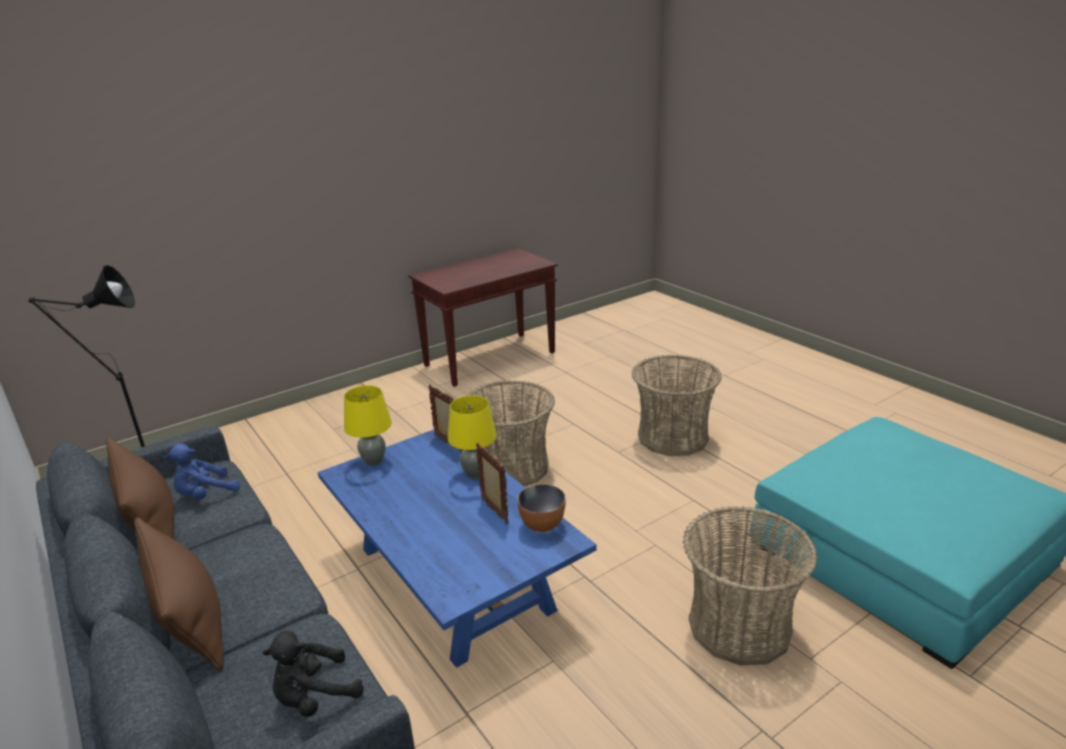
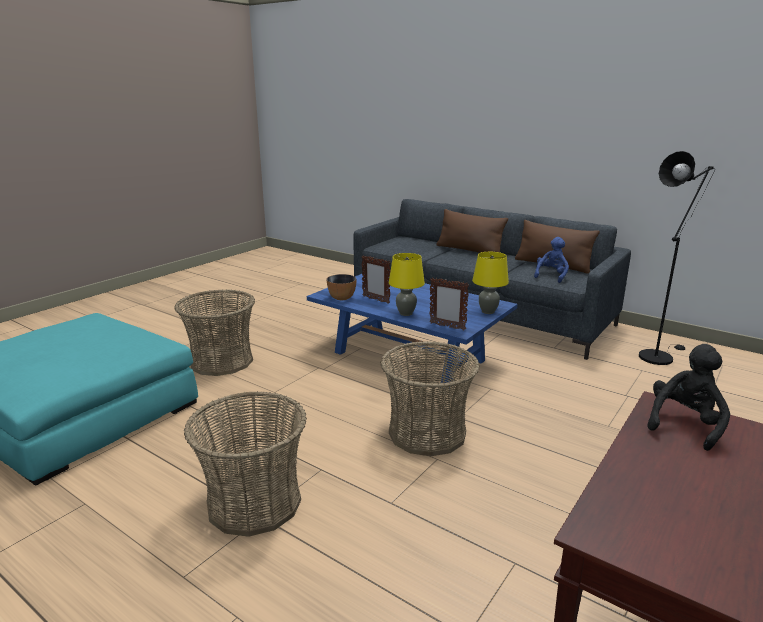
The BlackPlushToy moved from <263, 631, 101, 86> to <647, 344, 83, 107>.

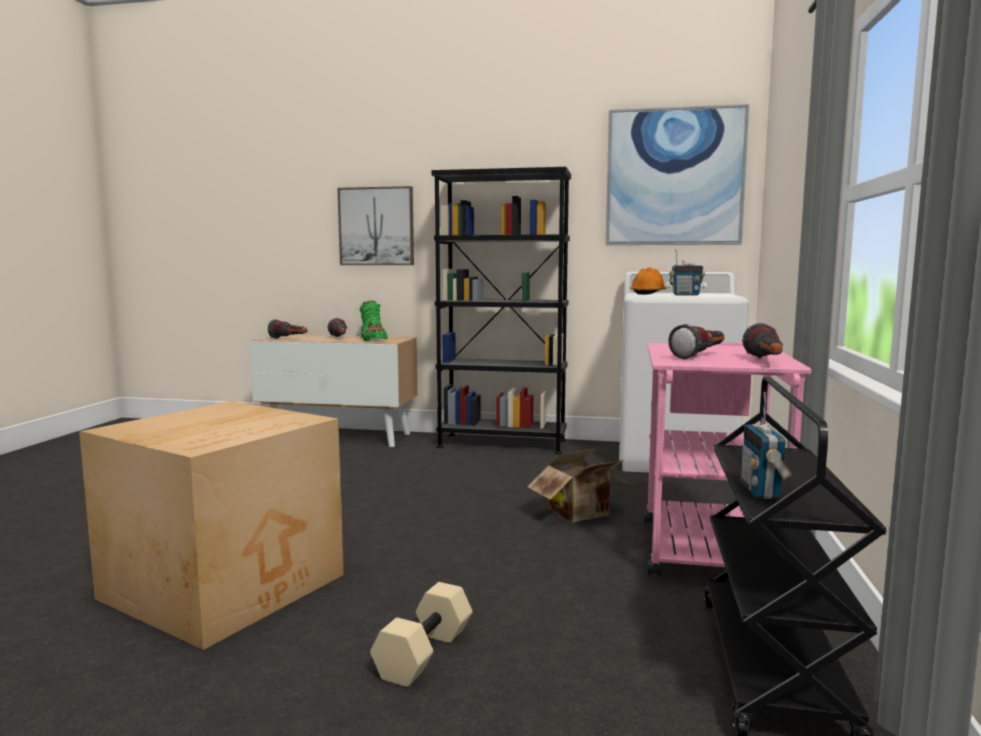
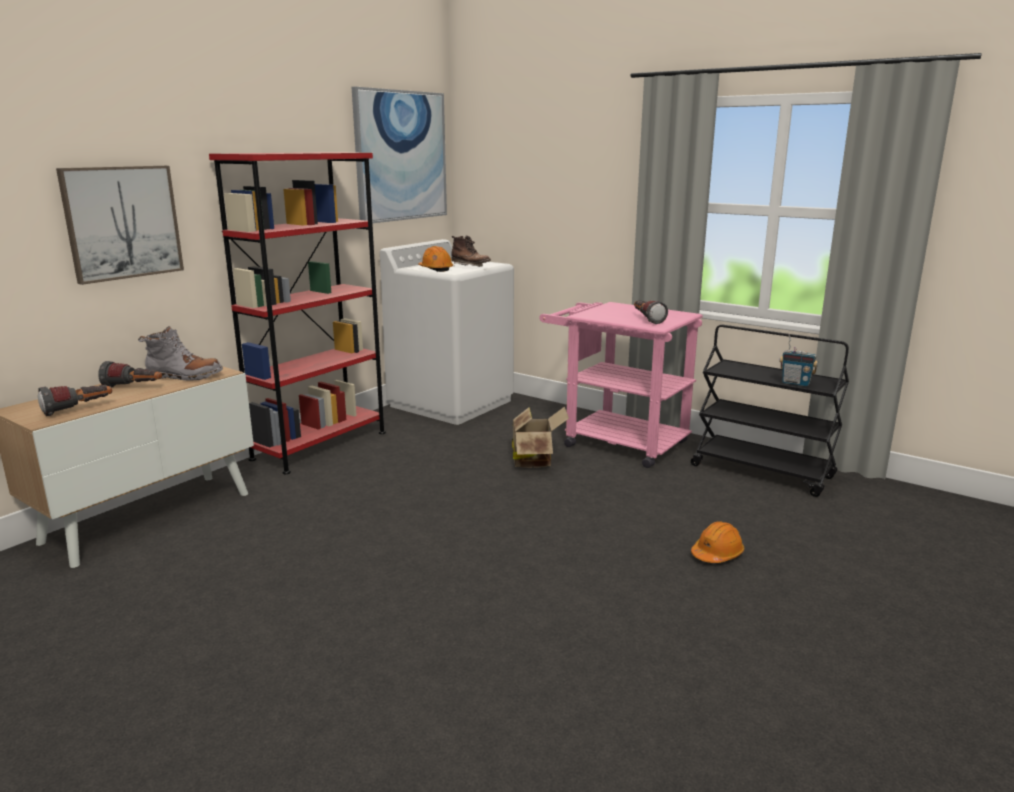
The GreenTallBoot at <360, 300, 28, 42> became the GreyishTallBoot at <138, 326, 85, 55>. The BlackShelvingUnit at <432, 167, 139, 287> became the RedColouredShelvingUnit at <209, 152, 177, 322>. The Radio at <670, 249, 35, 46> was replaced by the BrownColouredTallBoot at <451, 236, 40, 31>. The BeigeFreeWeight at <370, 582, 102, 105> was replaced by the OrangeHardHat at <691, 521, 53, 42>. The CardboardBox at <79, 401, 265, 249> disappeared. The Flashlight at <742, 323, 41, 35> disappeared.

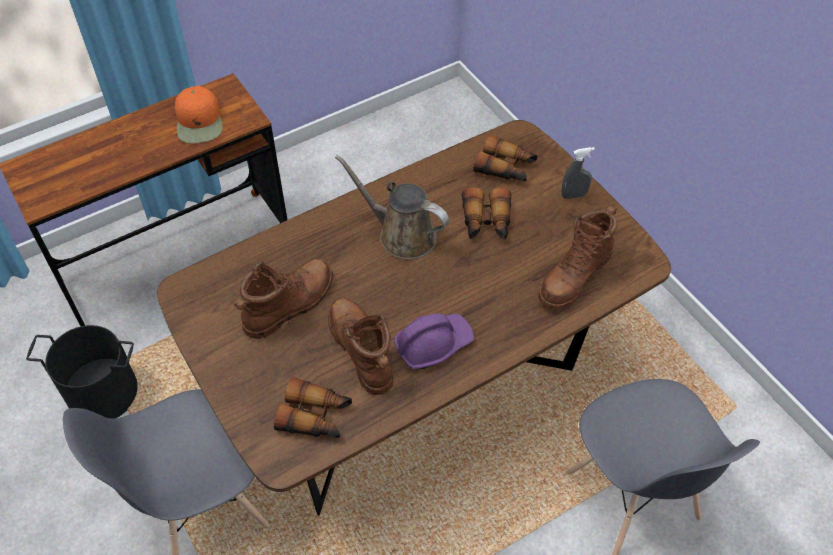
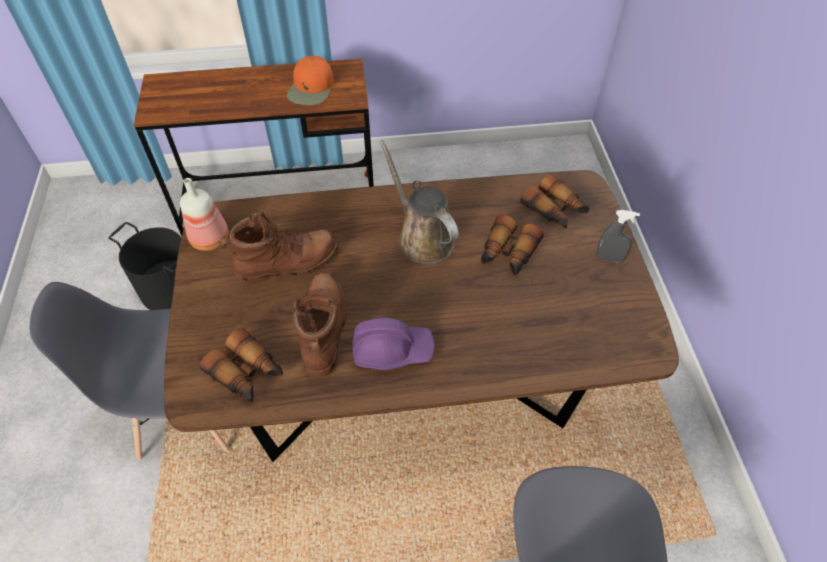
The DrinkBottle at <180, 178, 49, 73> appeared. The BrownColouredTallBoot at <538, 206, 79, 103> disappeared.

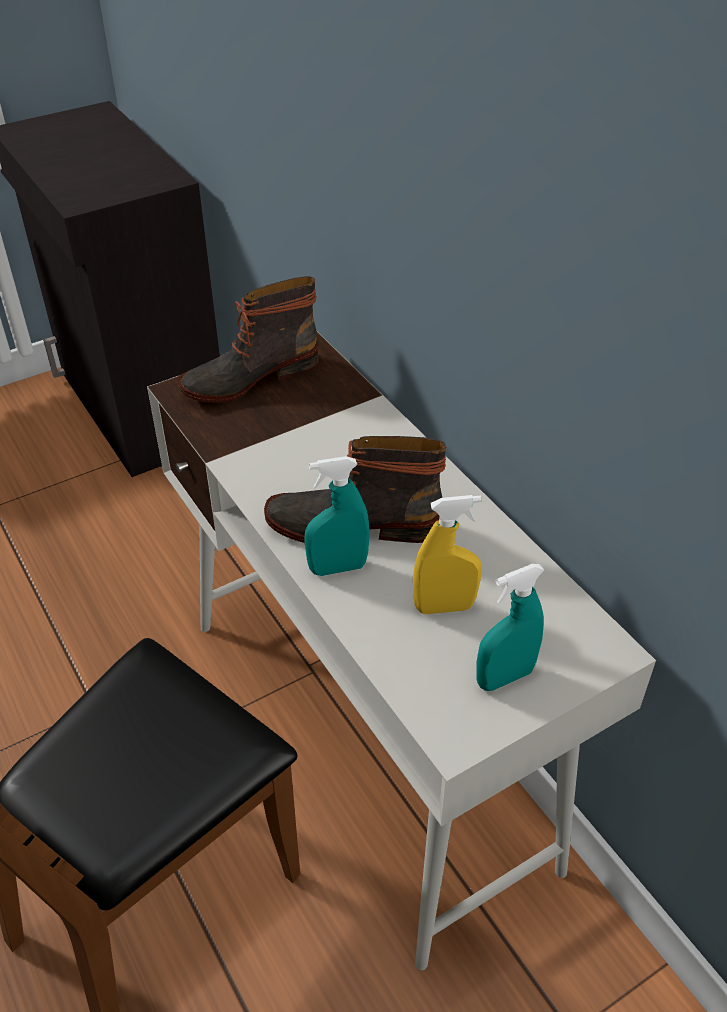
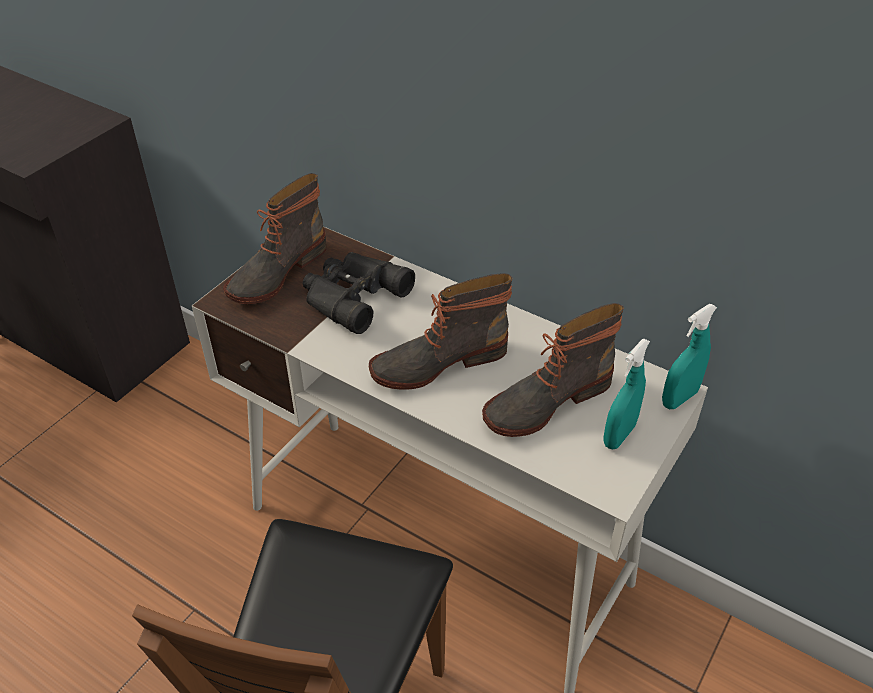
The BlackFieldGlasses at <303, 252, 112, 82> appeared. The YellowColouredHandSprayer at <413, 495, 69, 119> was replaced by the TallBoot at <482, 303, 142, 134>. The TurquoiseColouredHandSprayer moved from <304, 456, 66, 120> to <662, 304, 55, 105>.

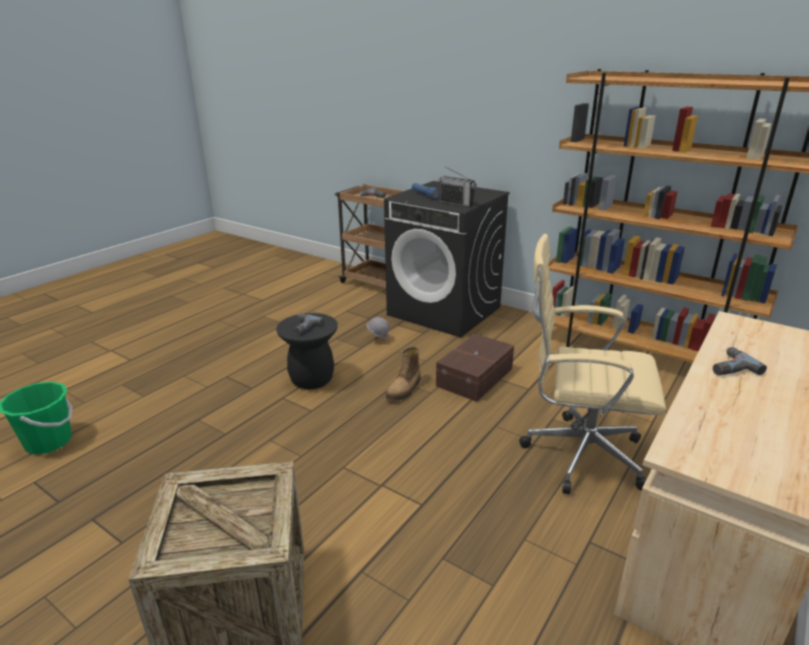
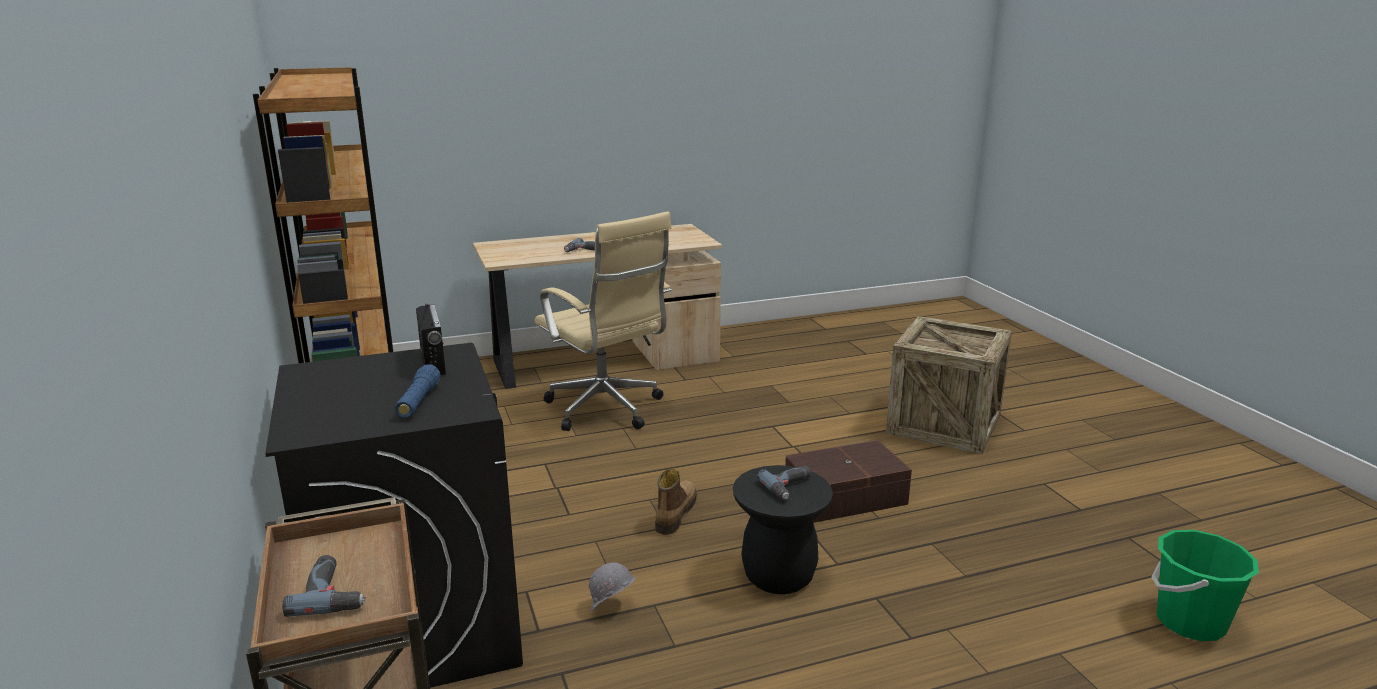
The TallBoot at <386, 347, 35, 54> turned 45 degrees counterclockwise. The BrownColouredStorageBin moved from <436, 333, 78, 69> to <785, 440, 127, 83>.

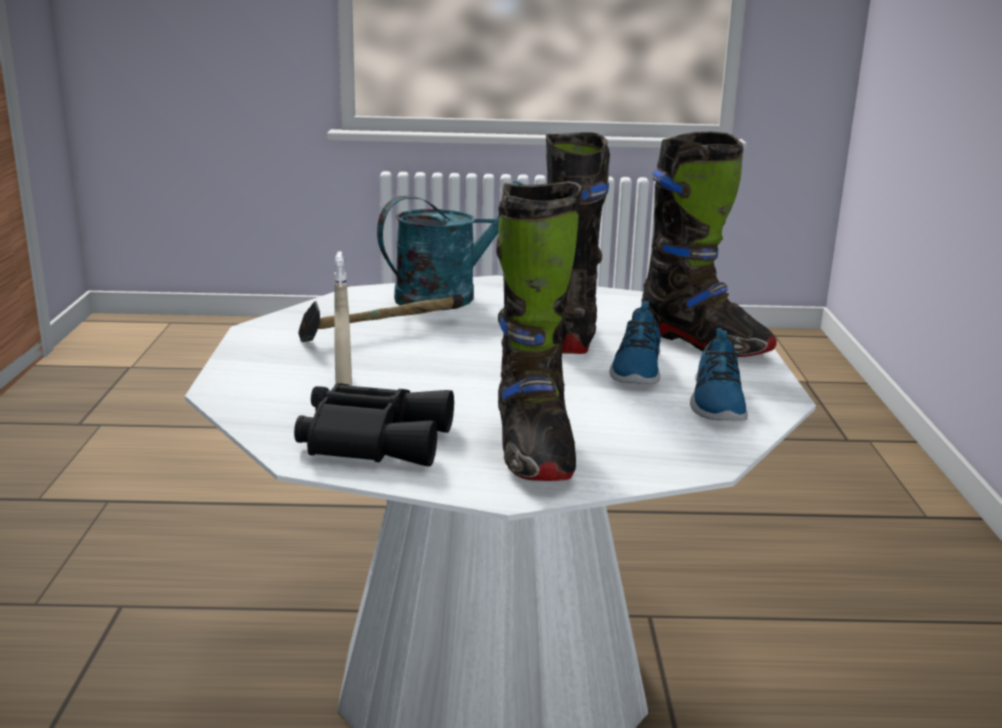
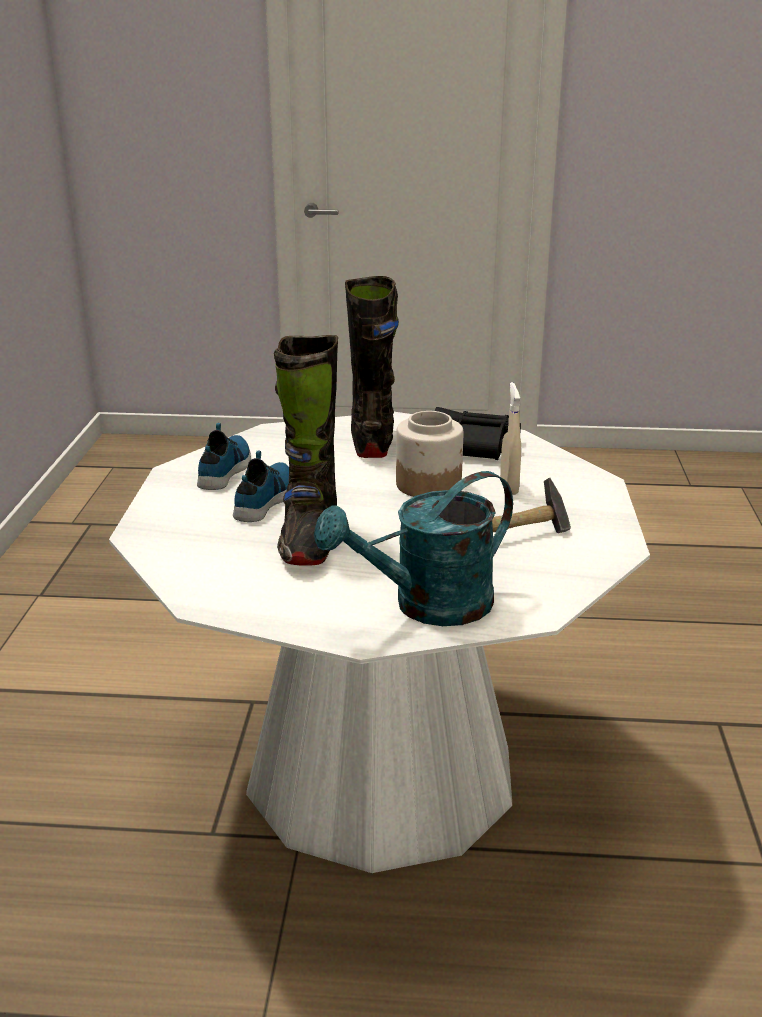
The PreserveJar at <396, 411, 67, 86> appeared. The BlackTallBoot at <641, 131, 136, 226> disappeared.

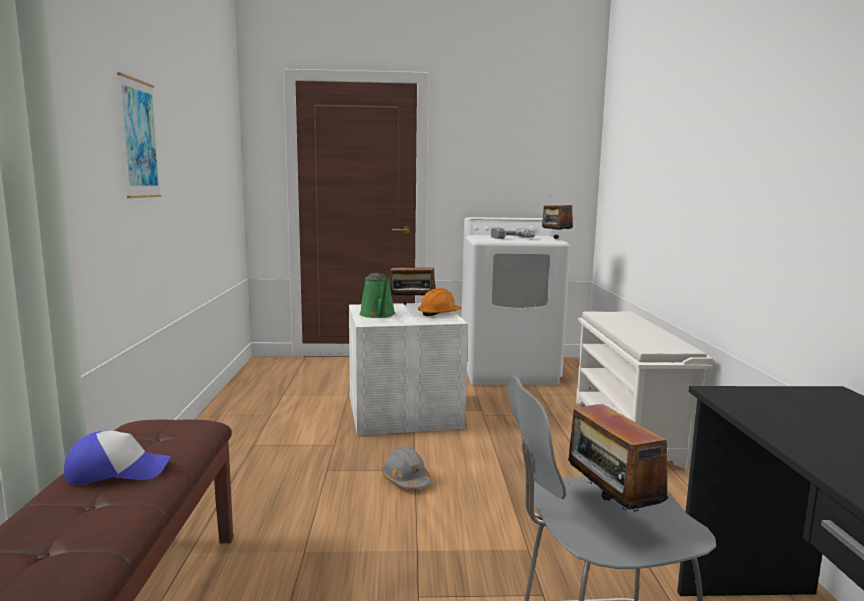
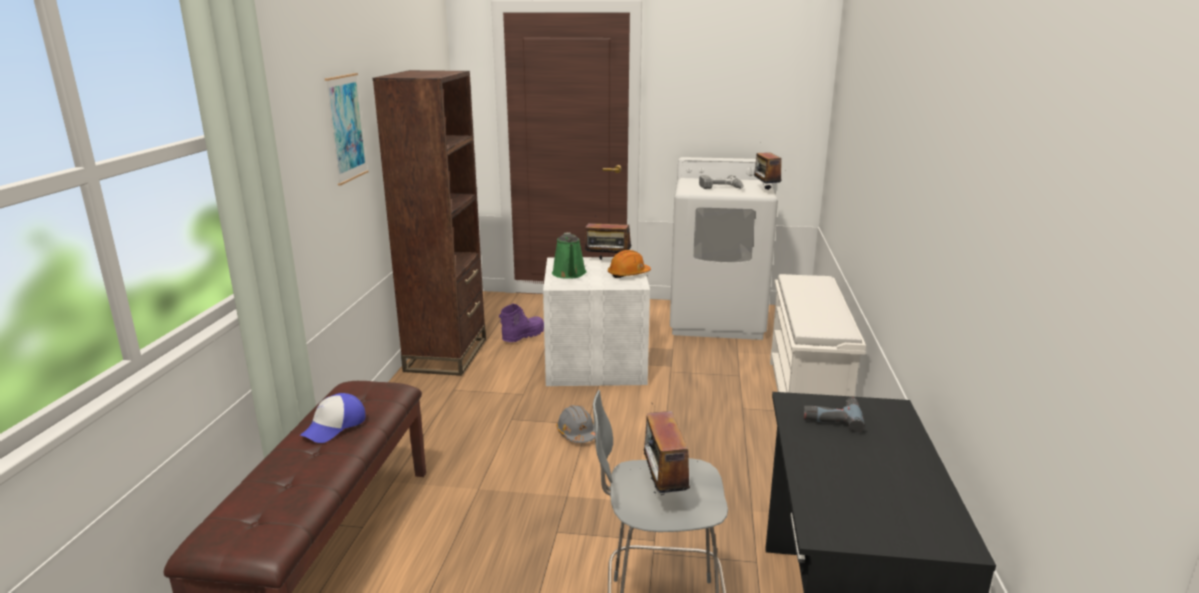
The BaseballCap at <64, 430, 107, 55> turned 120 degrees clockwise. The BrownColouredShelvingUnit at <373, 70, 113, 306> appeared. The PurpleColouredTallBoot at <499, 304, 45, 38> appeared. The PowerDrill at <803, 398, 62, 34> appeared.

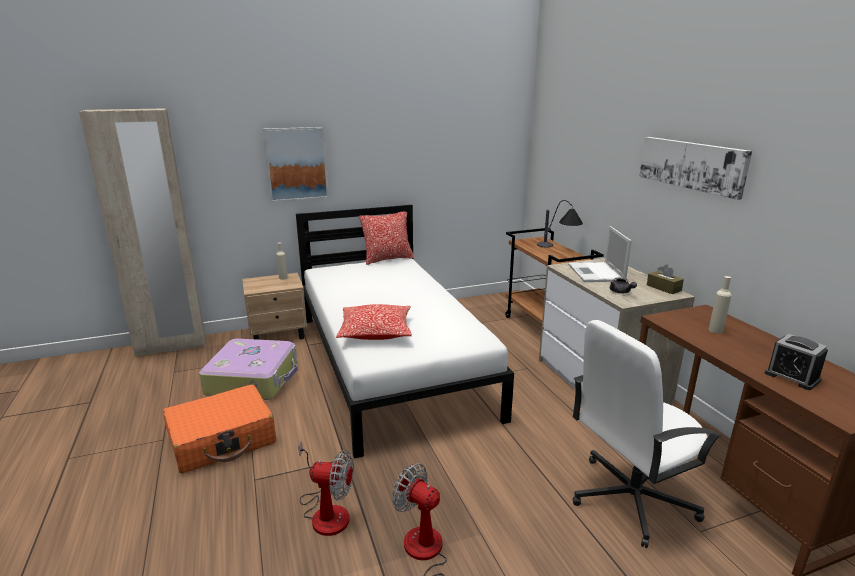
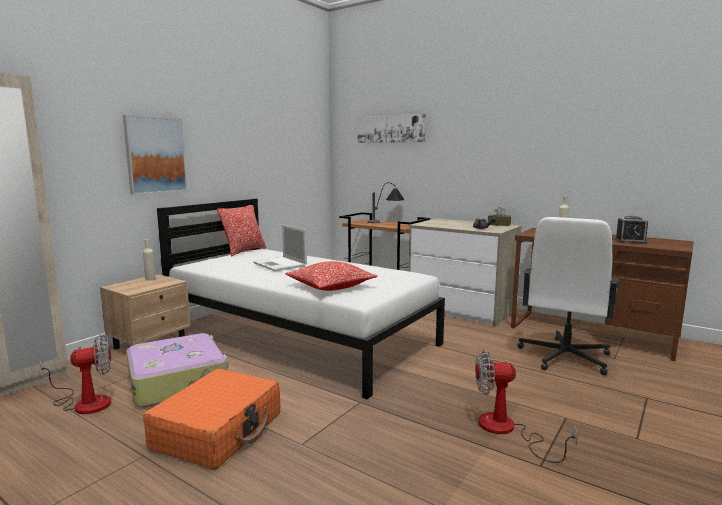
The CoolingFan moved from <298, 441, 56, 95> to <40, 334, 71, 80>. The PortableComputer moved from <568, 226, 64, 56> to <253, 225, 54, 46>. The WallPicture moved from <639, 137, 113, 63> to <358, 114, 68, 29>.

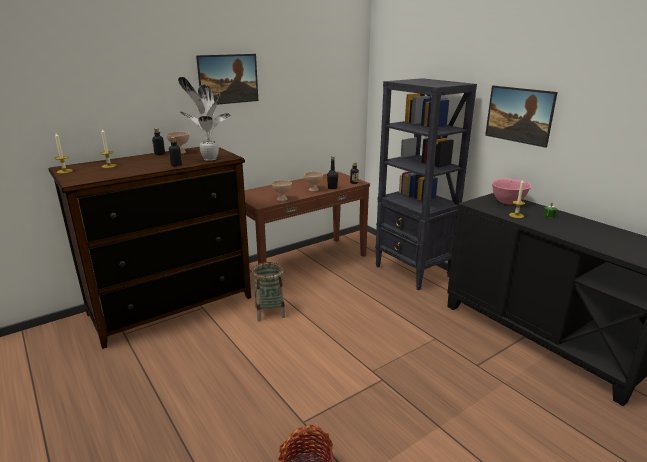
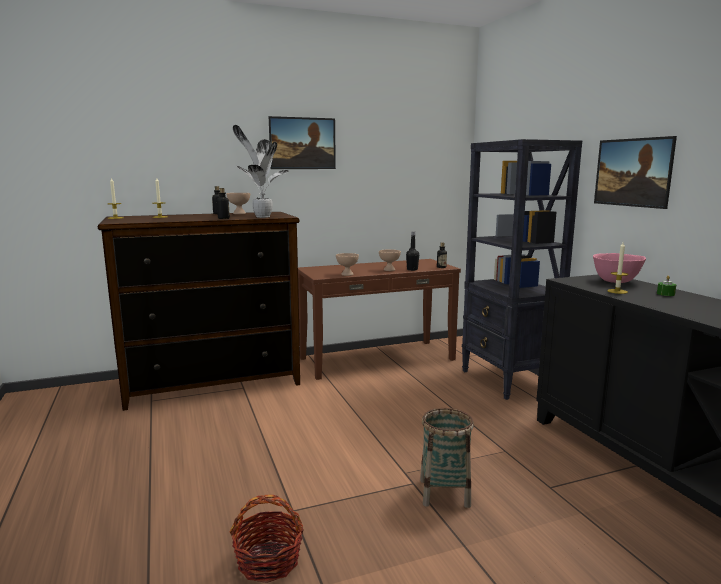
The StorageBasket moved from <252, 262, 34, 59> to <420, 408, 54, 100>.

